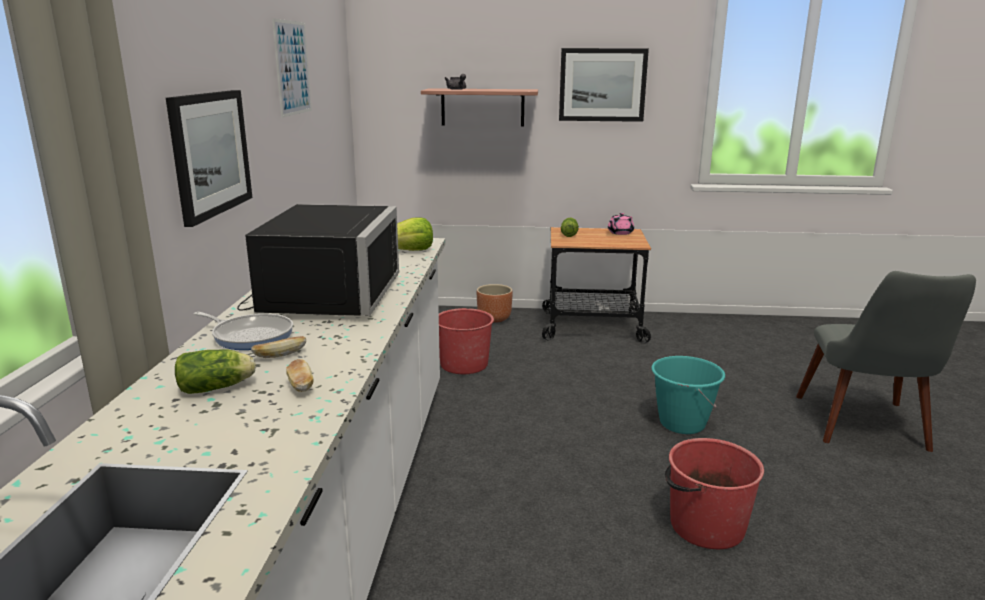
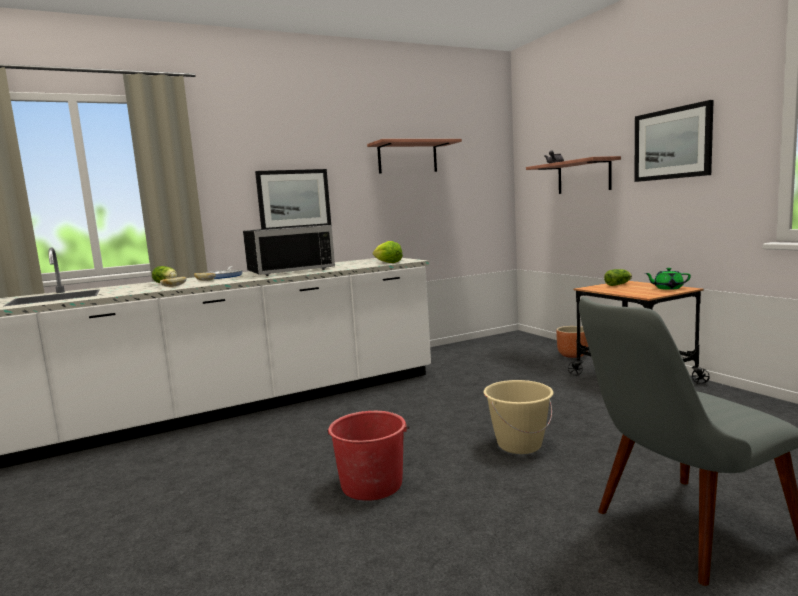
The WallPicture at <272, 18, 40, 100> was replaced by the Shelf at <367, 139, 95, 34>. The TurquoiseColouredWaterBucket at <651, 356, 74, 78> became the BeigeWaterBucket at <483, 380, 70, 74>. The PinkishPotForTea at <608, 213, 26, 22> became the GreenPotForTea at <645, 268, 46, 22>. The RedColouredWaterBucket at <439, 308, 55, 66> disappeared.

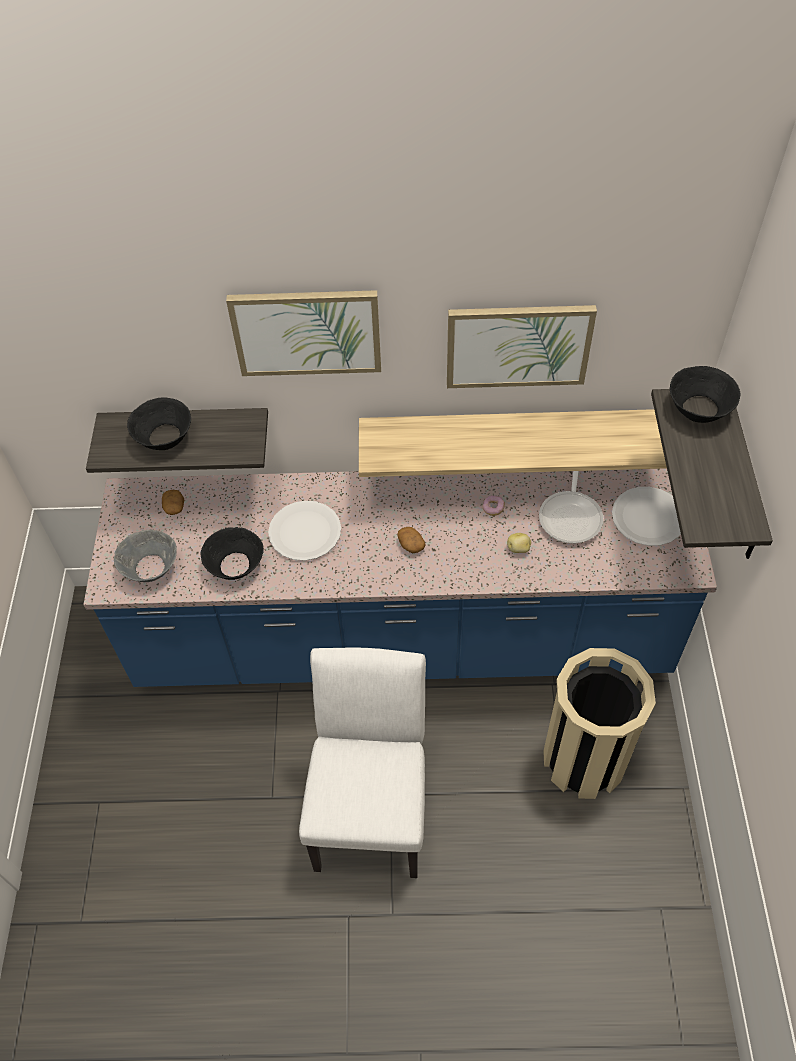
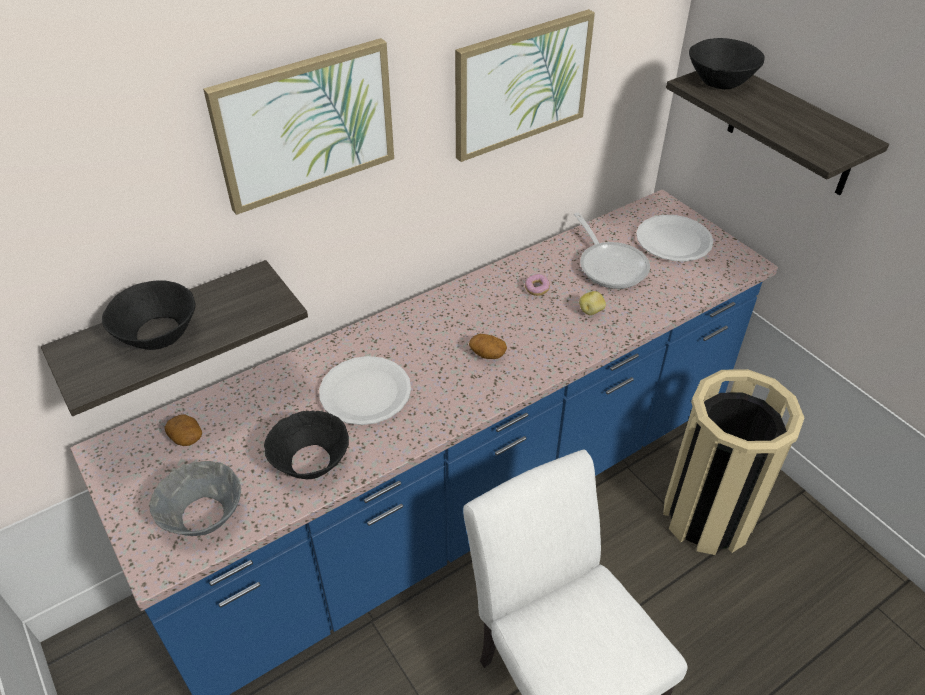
The Shelf at <359, 409, 308, 68> disappeared.

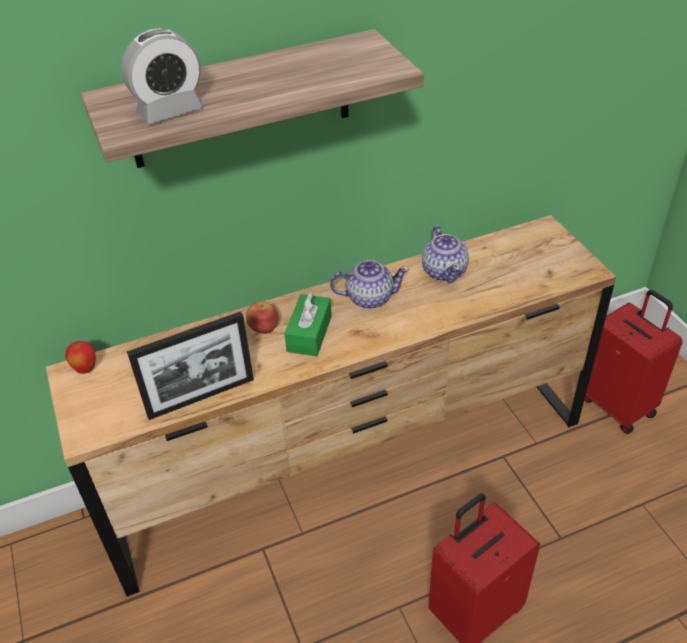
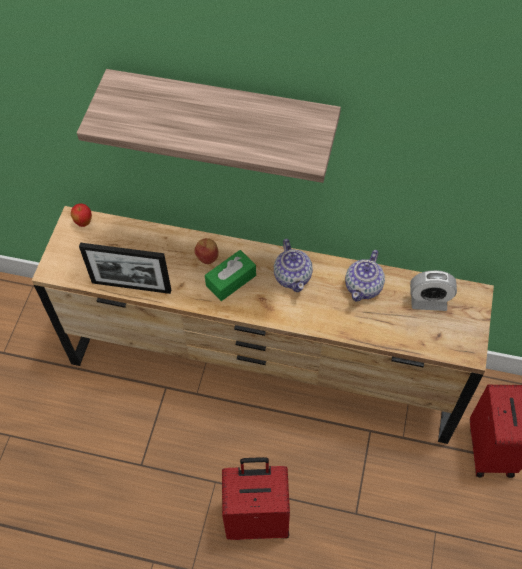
The PotForTea at <330, 260, 79, 49> turned 45 degrees clockwise. The TableClock moved from <121, 28, 82, 96> to <410, 270, 47, 41>.

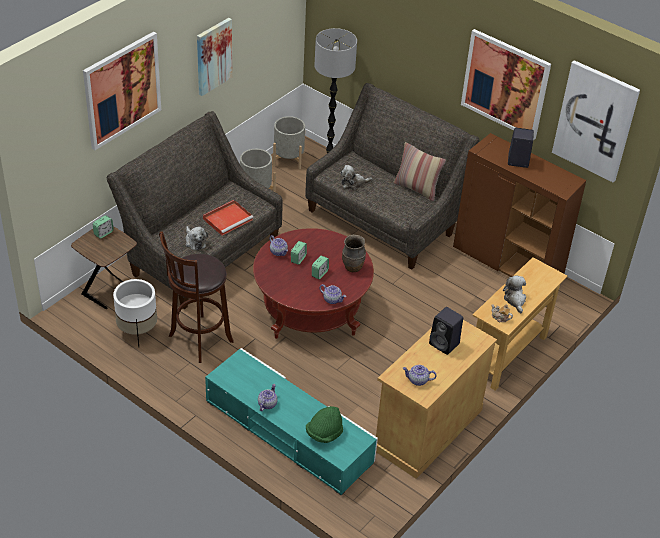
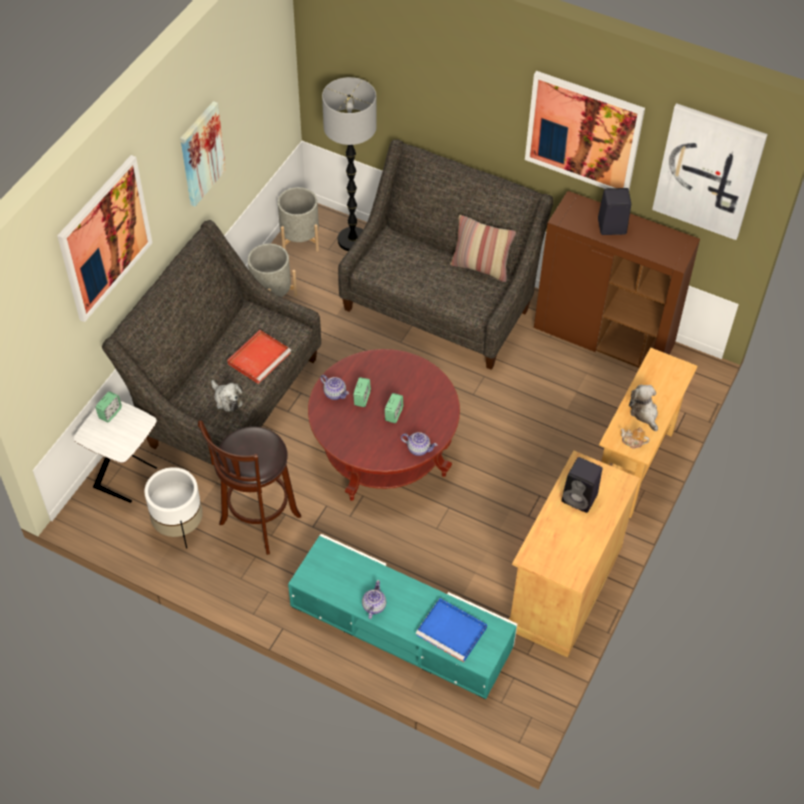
The BrownColouredSideTable at <71, 226, 66, 83> became the WhitishSideTable at <74, 401, 83, 102>. The GreenClothingHat at <306, 406, 37, 37> was replaced by the BluishCarryingTray at <416, 598, 71, 64>. The PlushToy at <340, 165, 32, 25> disappeared. The BrownColouredFlowerVase at <342, 235, 24, 37> disappeared. The PotForTea at <402, 365, 35, 21> disappeared.

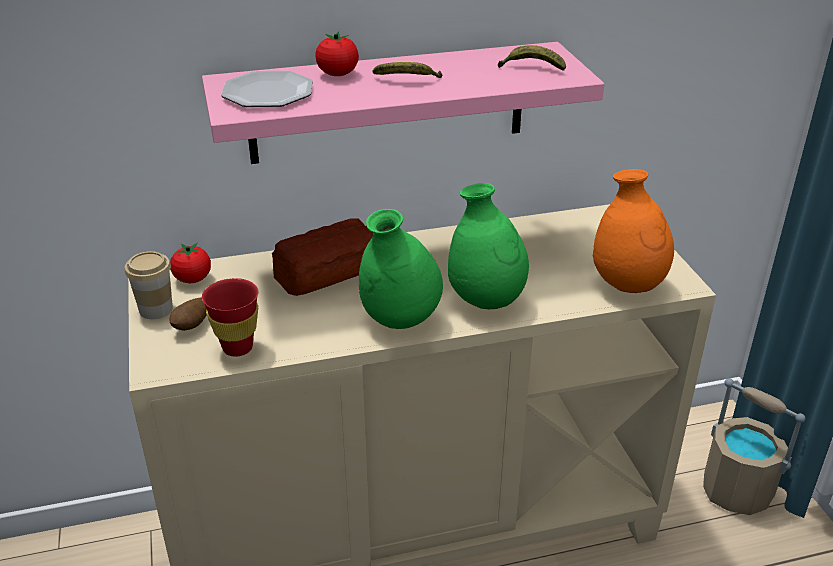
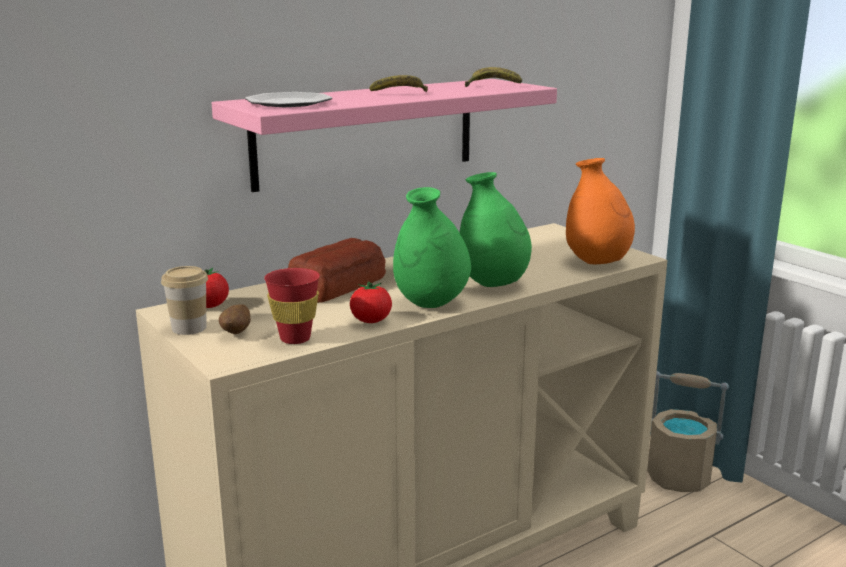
The Tomato moved from <315, 32, 44, 44> to <350, 281, 42, 42>.

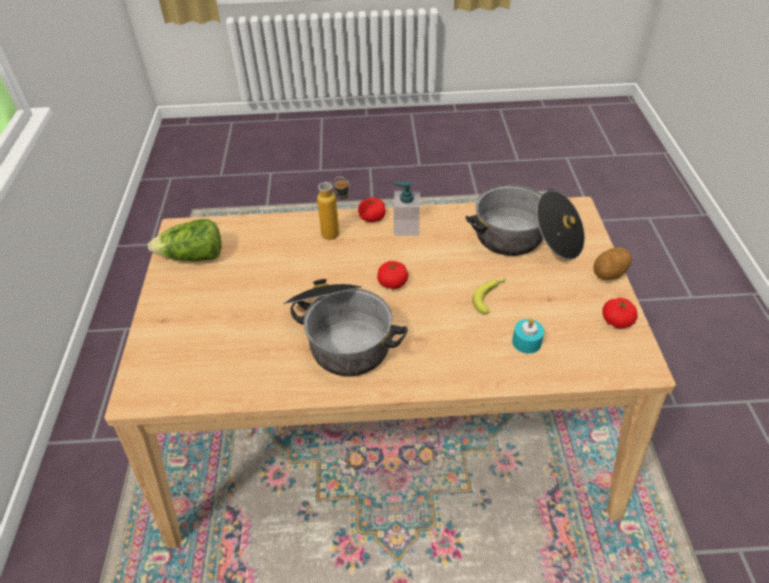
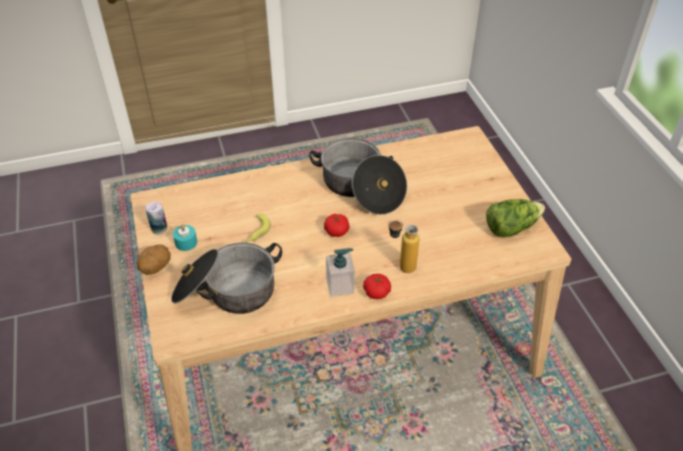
The Tomato at <602, 298, 36, 30> was replaced by the SealedCan at <146, 202, 21, 33>. The TurquoiseColouredWaxLight moved from <512, 319, 32, 35> to <173, 224, 24, 27>.

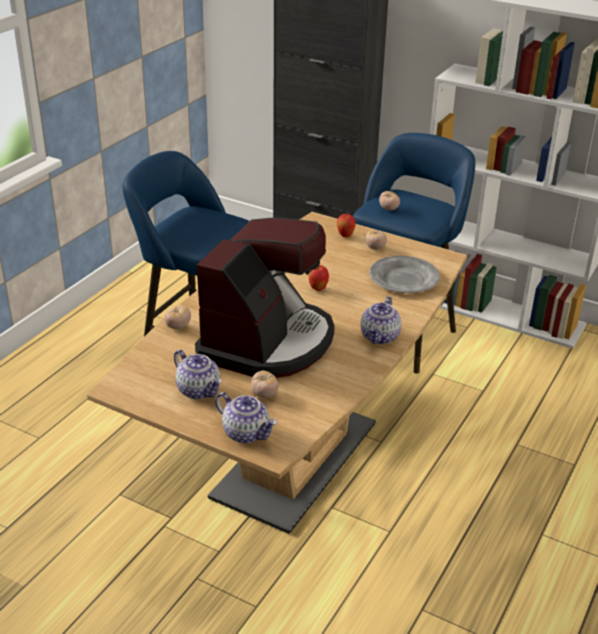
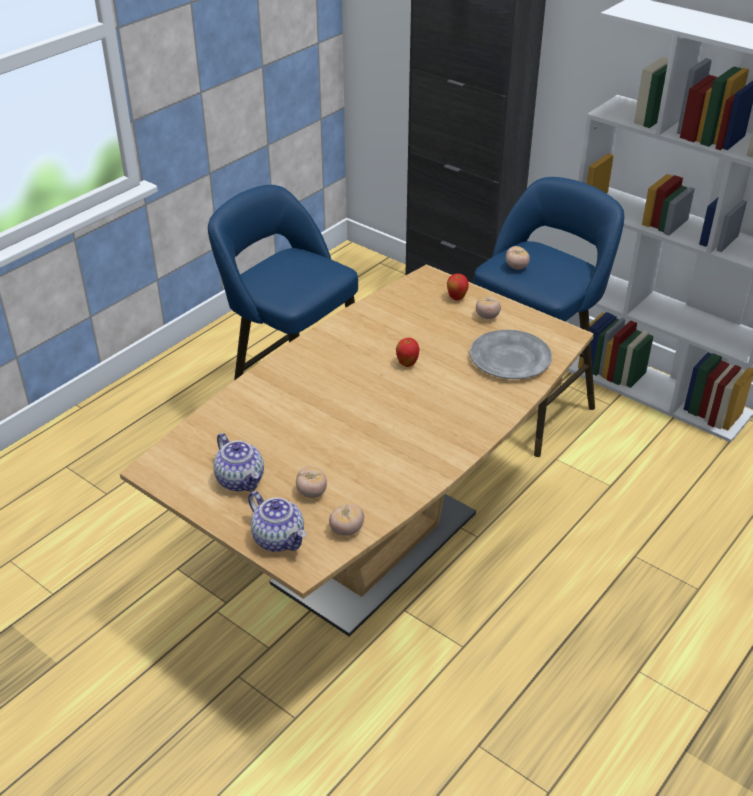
The Tomato moved from <164, 305, 27, 24> to <329, 504, 35, 32>. The CoffeeMaker at <195, 218, 140, 160> disappeared. The PotForTea at <361, 296, 40, 48> disappeared.

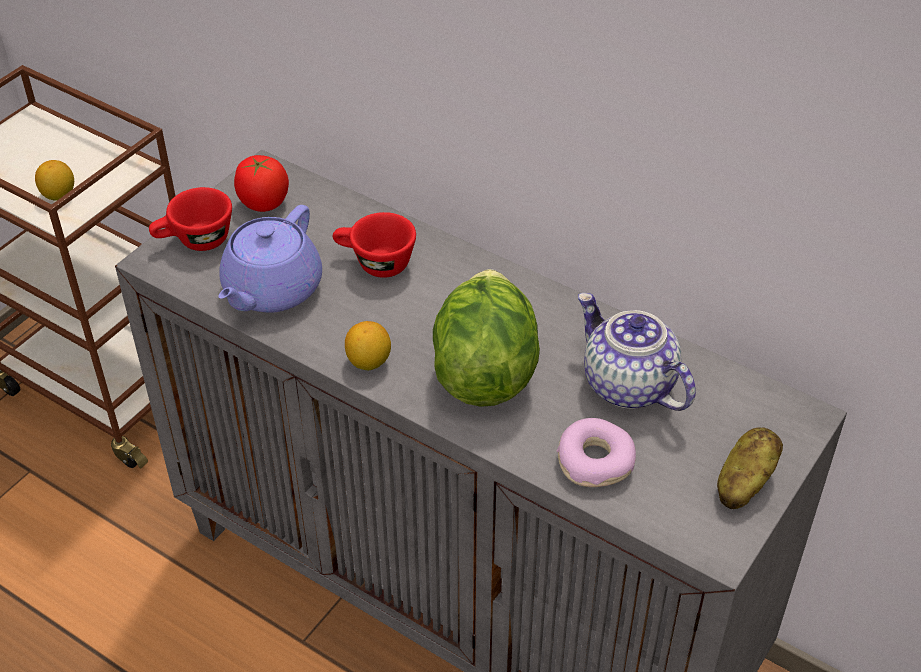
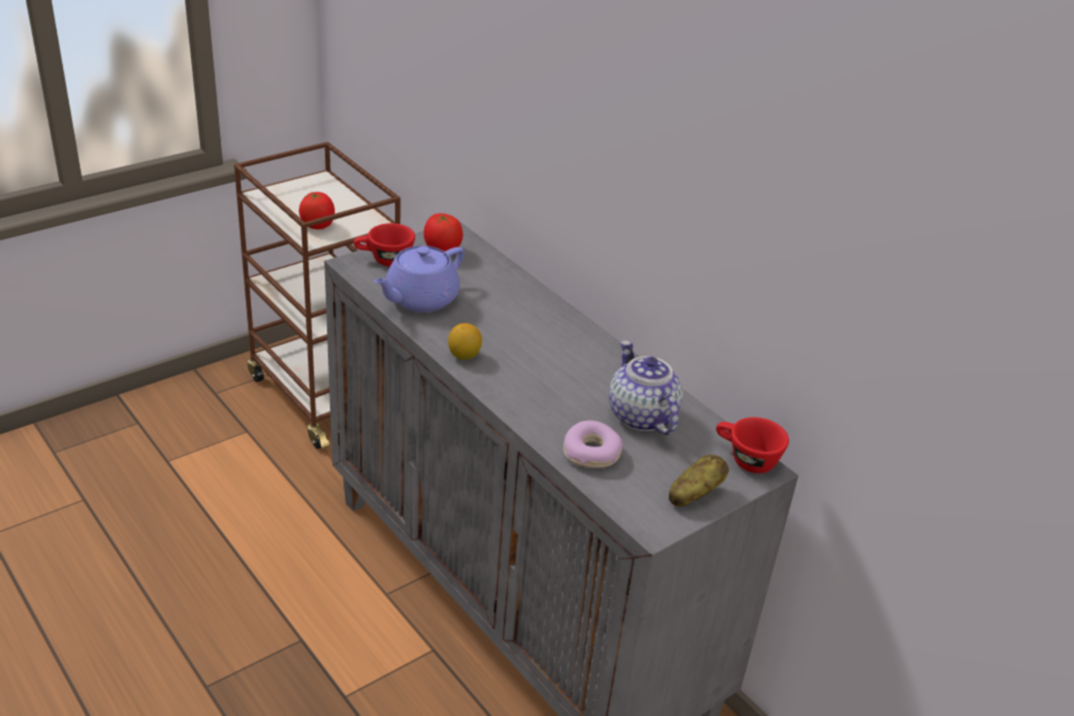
The CitrusFruit at <35, 160, 39, 41> was replaced by the Tomato at <299, 191, 36, 39>. The RedColouredCup moved from <332, 212, 84, 66> to <716, 417, 73, 56>. The LettuceHead at <433, 269, 107, 138> disappeared.

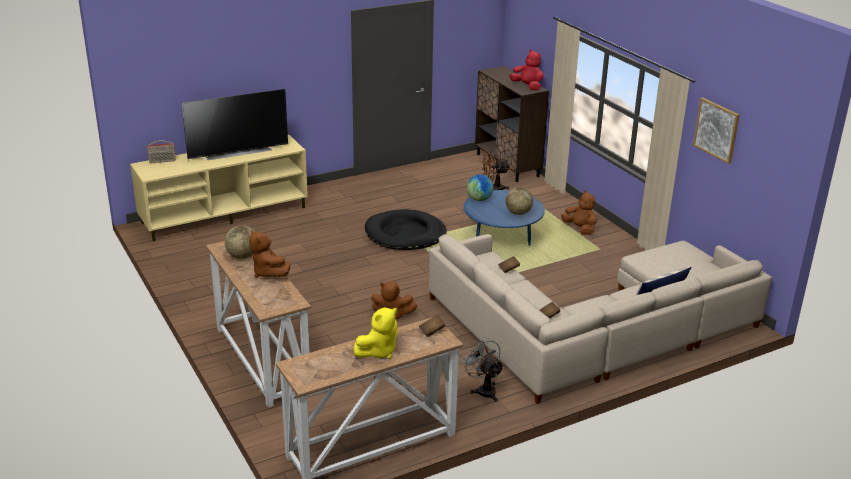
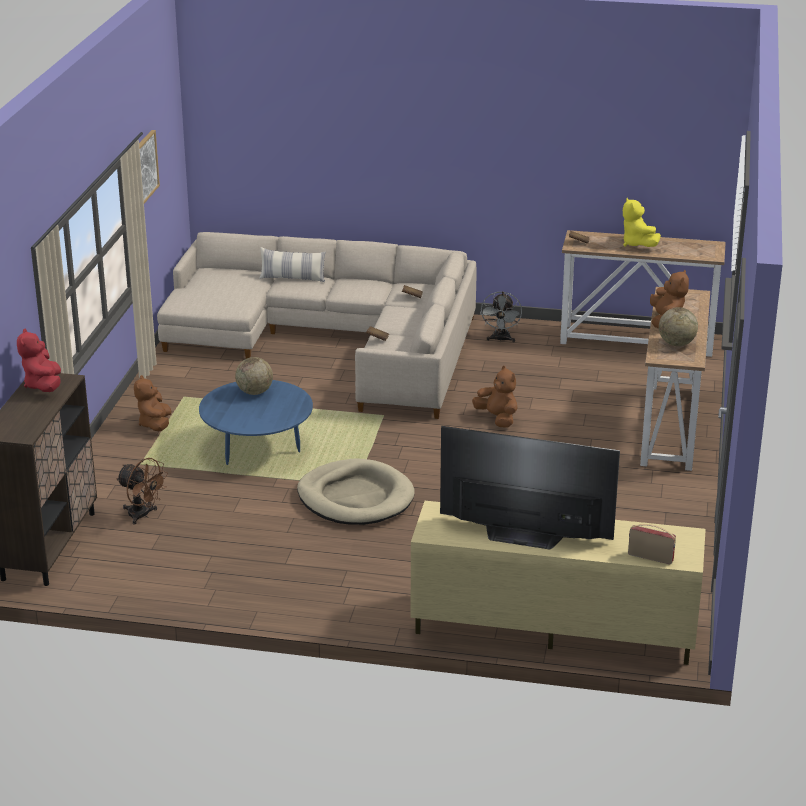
The BlackDogBed at <365, 209, 82, 41> became the BeigeDogBed at <297, 459, 118, 66>. The YellowColouredPlushToy at <354, 307, 44, 52> turned 105 degrees counterclockwise. The DeskGlobe at <467, 174, 26, 27> disappeared.

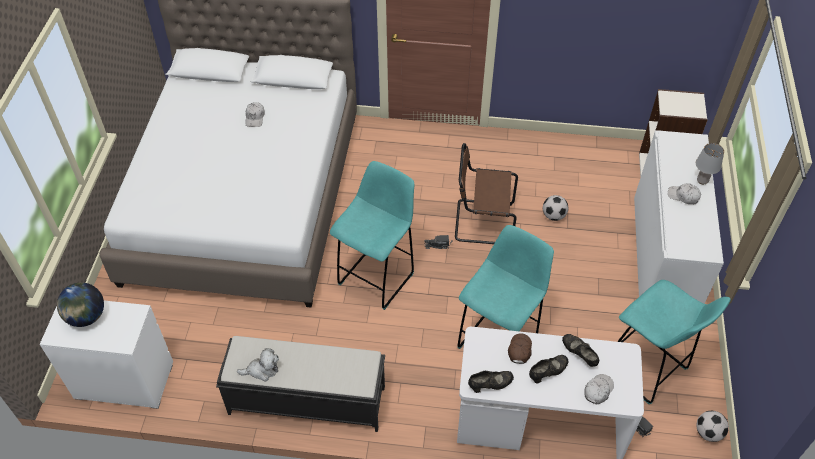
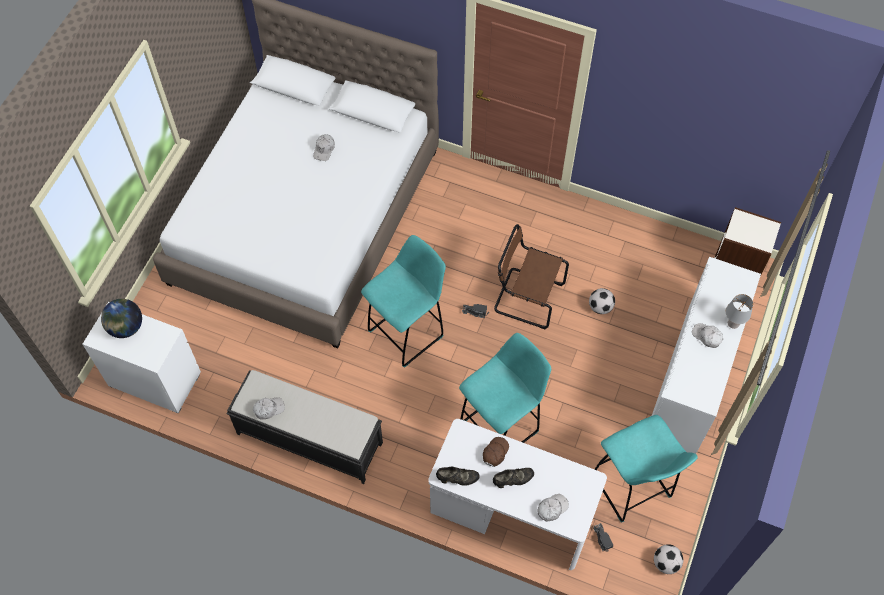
The PlushToy at <237, 348, 42, 34> was replaced by the WhitishBaseballCap at <253, 397, 32, 22>. The BlackShoe at <562, 334, 37, 33> disappeared.

